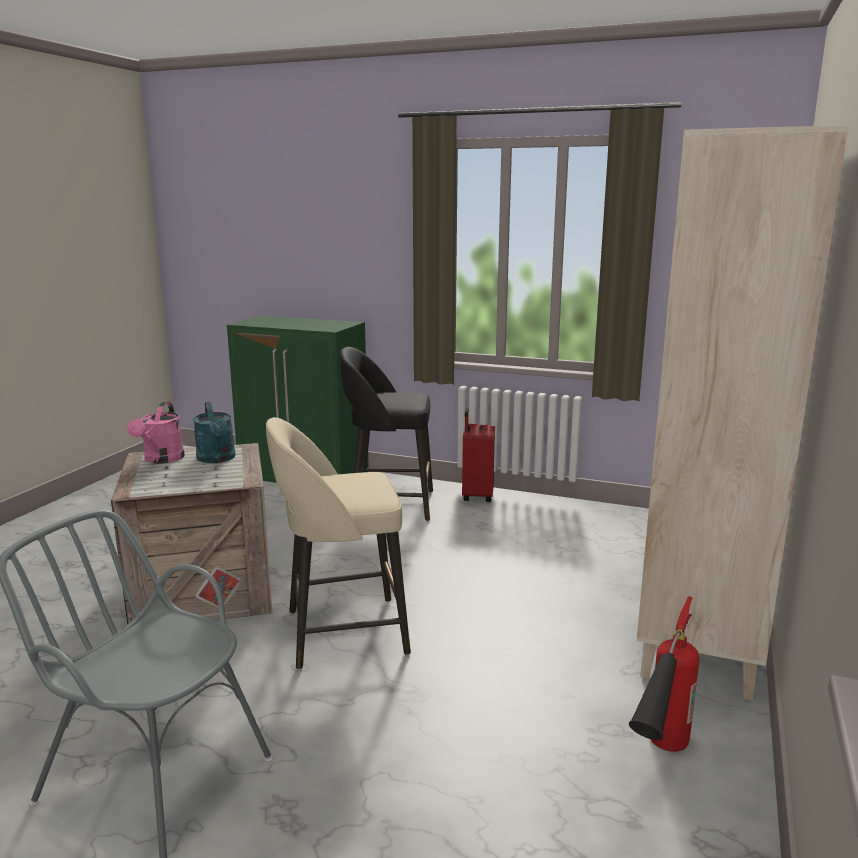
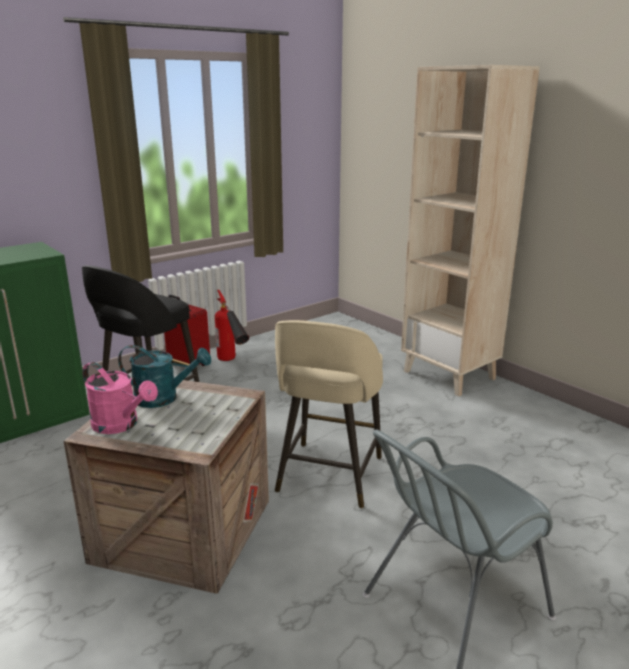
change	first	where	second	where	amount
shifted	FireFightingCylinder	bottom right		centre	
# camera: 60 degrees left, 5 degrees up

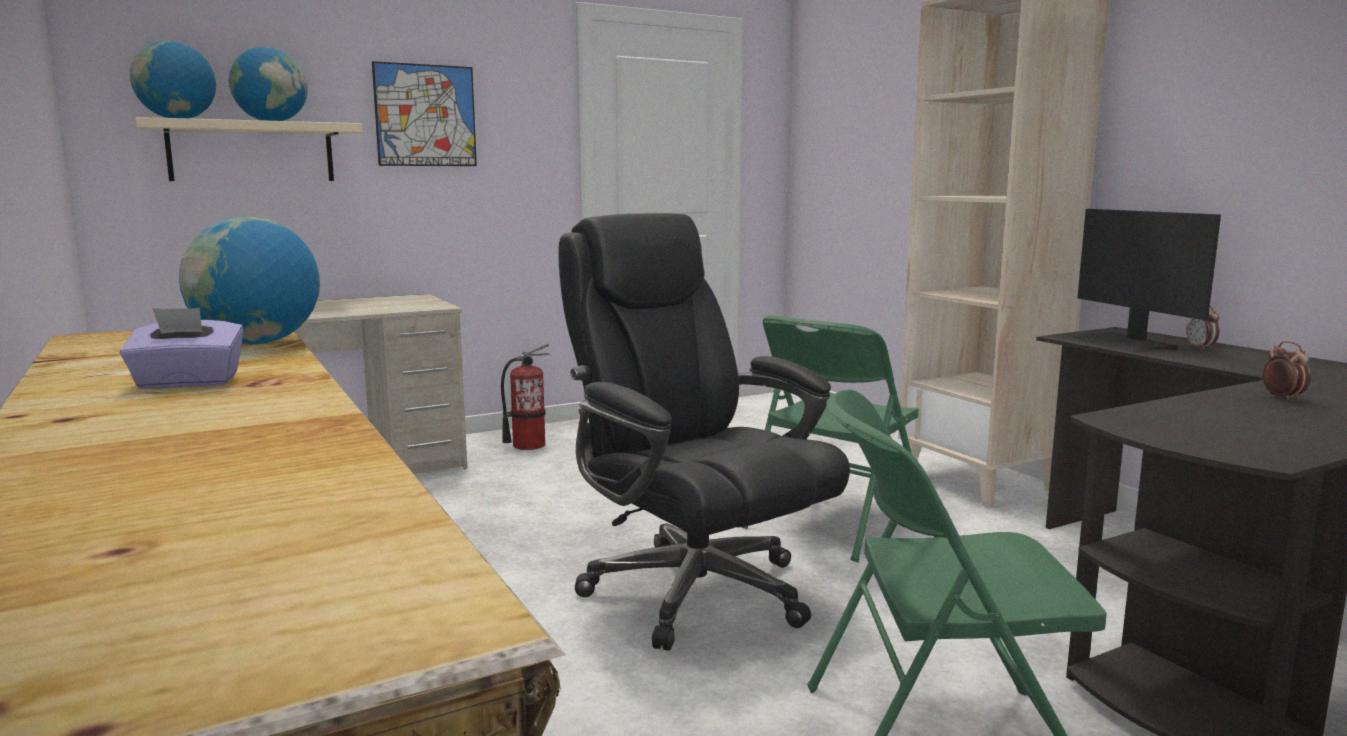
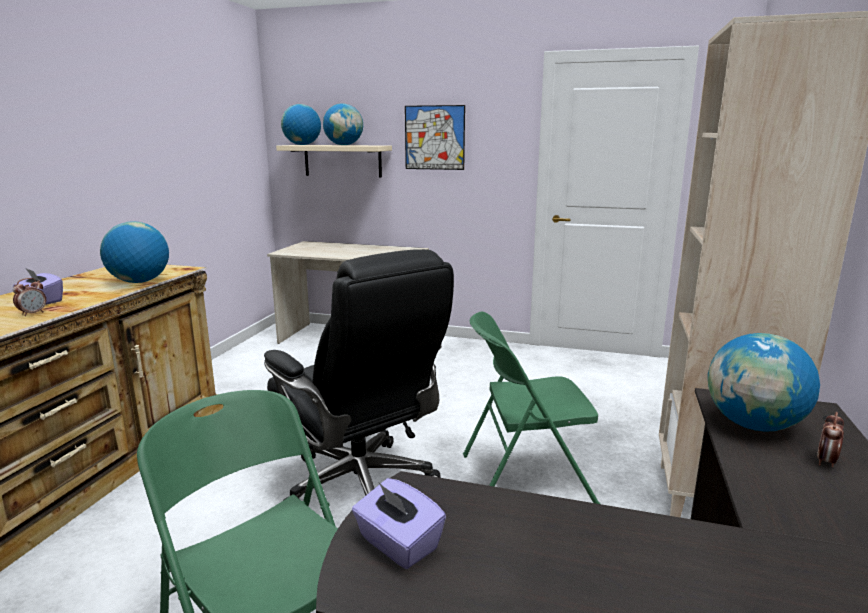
change	first	where	second	where	amount
shifted	BedsideClock (no. 2 from left in the first image)	middle right	BedsideClock (no. 1 from left)	middle left	
rotated	BlackOfficeChair	centre		centre	135 degrees clockwise
new			PurpleColouredTissueHolder (no. 2 from left)	bottom centre	
swapped	ComputerScreen	middle right	Globe (no. 4 from left)	middle right	
gone	FireFightingCylinder	centre			
# camera: 45 degrees right, 5 degrees up

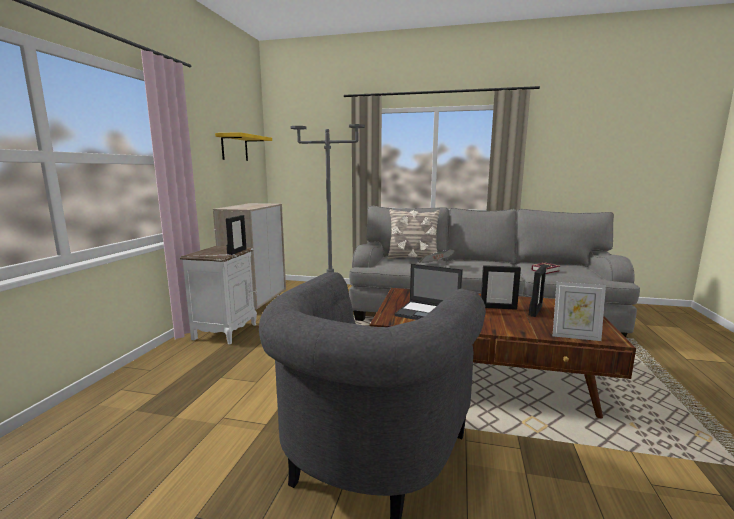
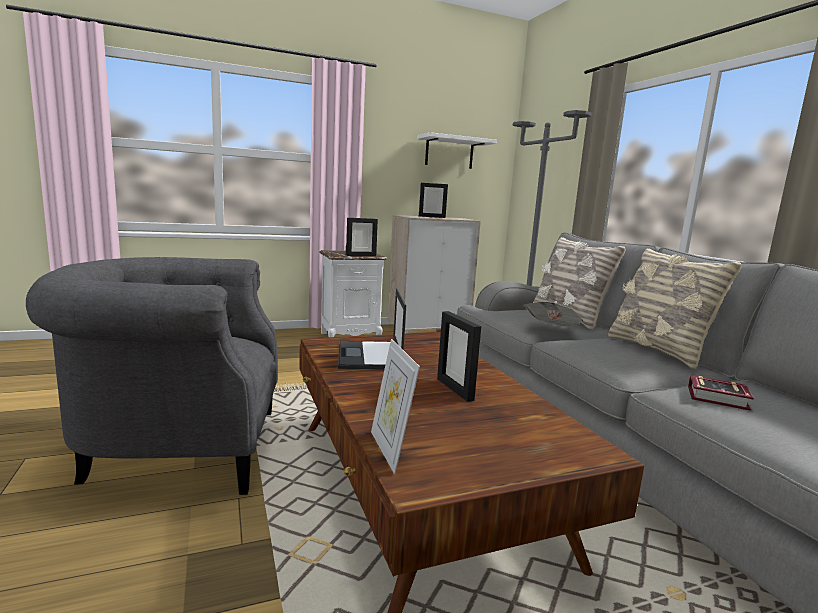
change	first	where	second	where	amount
repainted	YellowWallShelf	top left	WhiteColouredWallShelf	top centre	
shifted	StandingFrame (no. 3 from left)	middle right		top centre	
new			SandColouredCushion (no. 2 from left)	middle right	
# camera: 55 degrees right, 0 degrees up

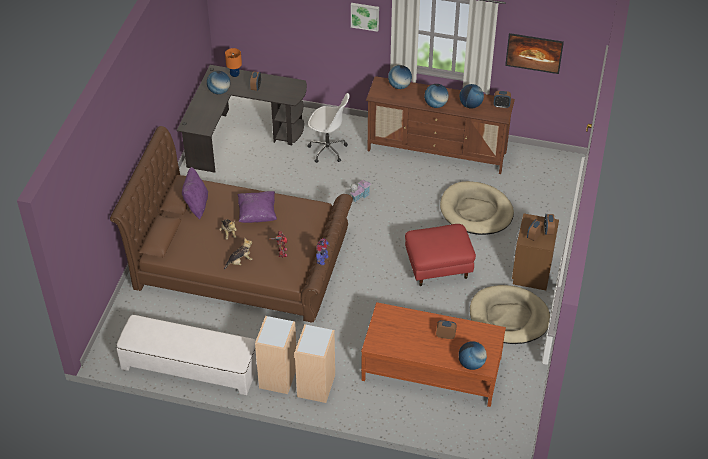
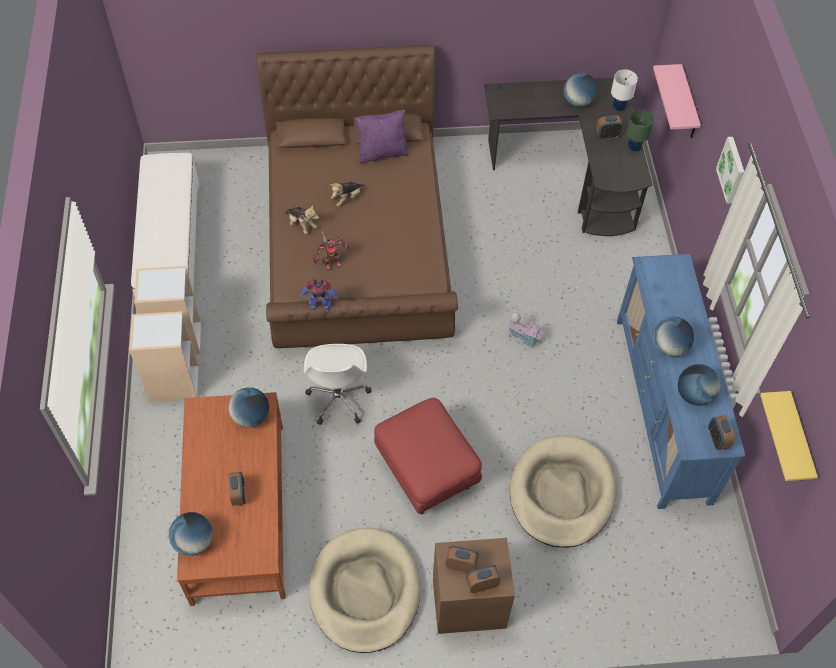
change	first	where	second	where	amount
shifted	Globe (no. 2 from left)	top centre		middle left	
shifted	WhiteColouredOfficeChair	top centre		centre	
repainted	OrangeyTableLamp	top left	WhiteColouredTableLamp	top right	
repainted	BrownDresser	top centre	BlueDresser	middle right	
new			GreenTableLamp	top right	
new			PinkWallShelf	top right	
swapped	WallPicture (no. 2 from left)	top right	YellowWallShelf	middle right	
gone	PurpleColouredCushion (no. 2 from left)	centre			
# camera: 70 degrees right, 10 degrees up

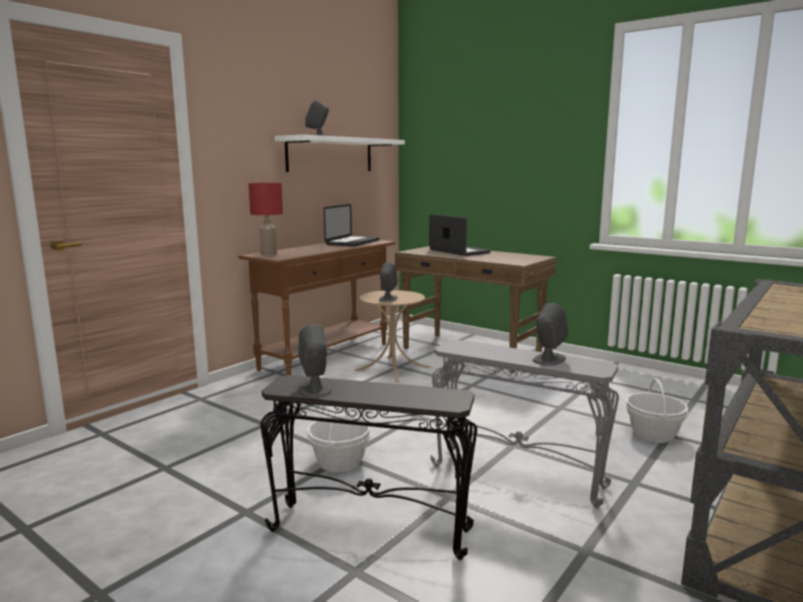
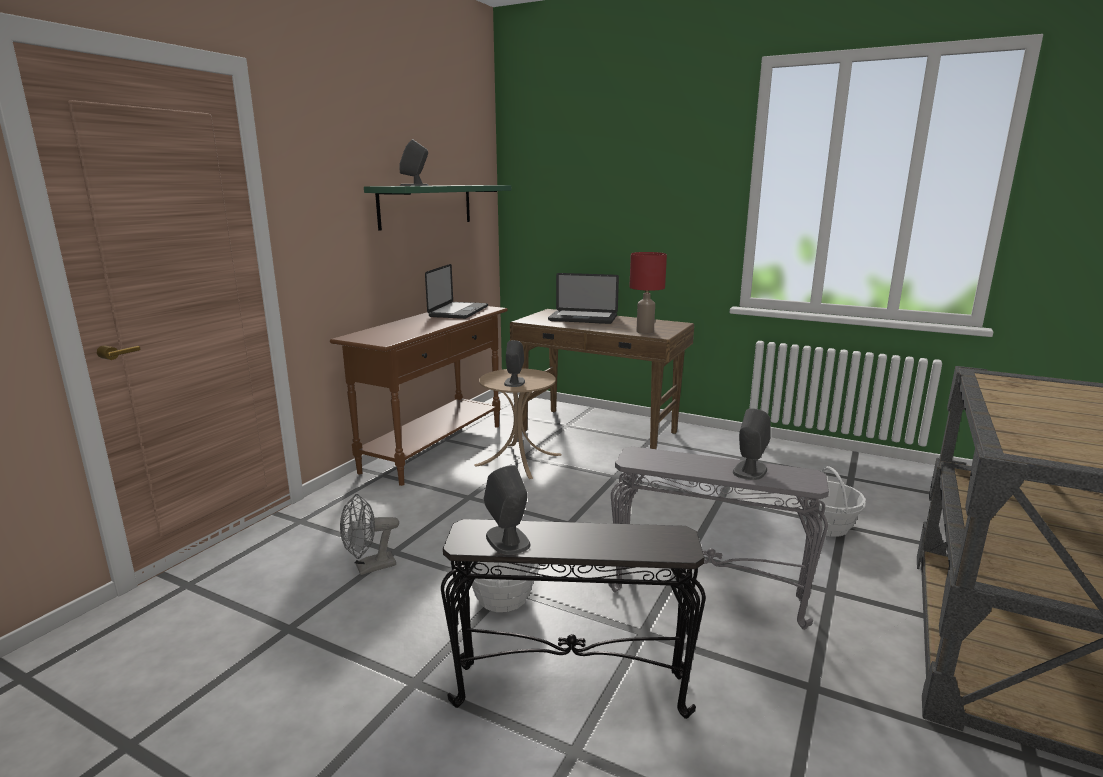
change	first	where	second	where	amount
new			GrayCoolingFan	bottom centre	
repainted	WhiteColouredWallShelf	top centre	GreenWallShelf	top centre	
rotated	NotebookComputer (no. 2 from left)	centre		centre	150 degrees clockwise
shifted	RedColouredTableLamp	middle left		centre	
# camera: 10 degrees left, 5 degrees up

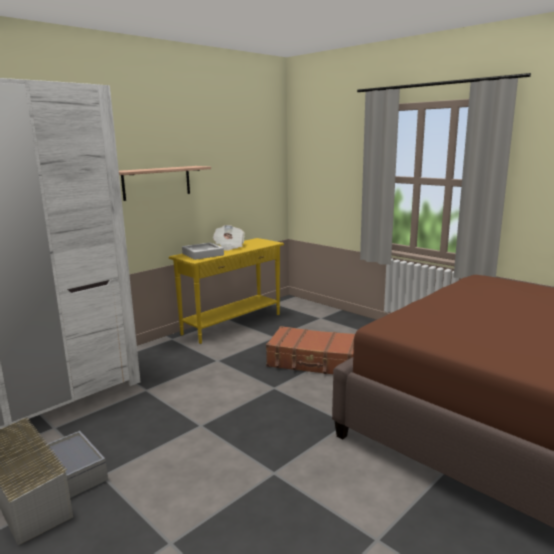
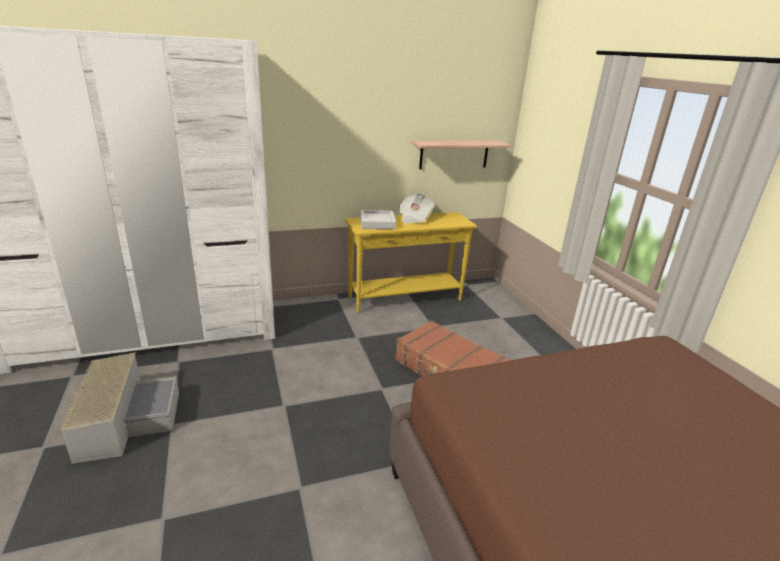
change	first	where	second	where	amount
shifted	WallShelf	top left		top centre	
# camera: 25 degrees right, 10 degrees up

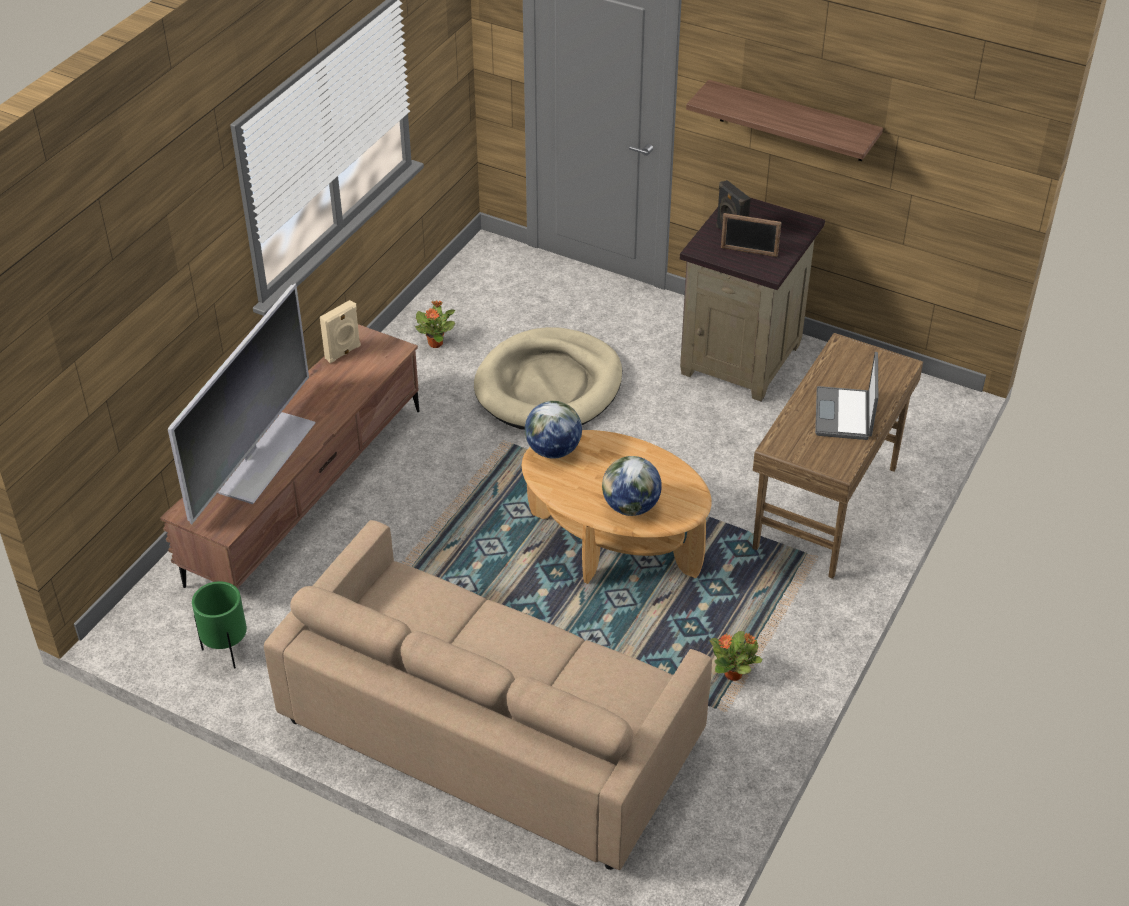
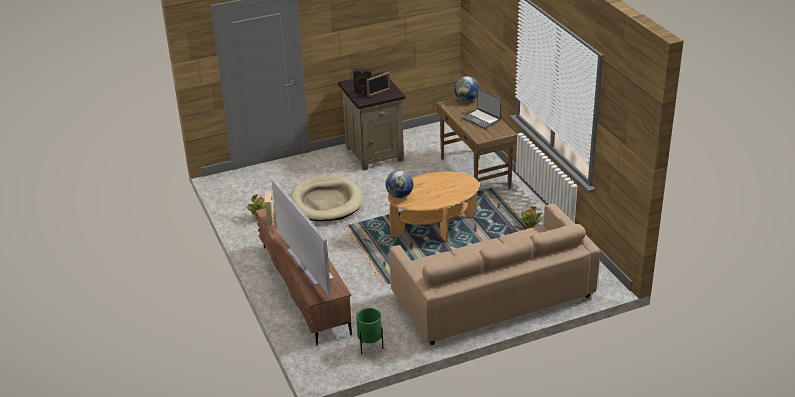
change	first	where	second	where	amount
shifted	Globe (no. 2 from left)	centre		top centre	
gone	WallShelf	top right			
# camera: 50 degrees left, 10 degrees down

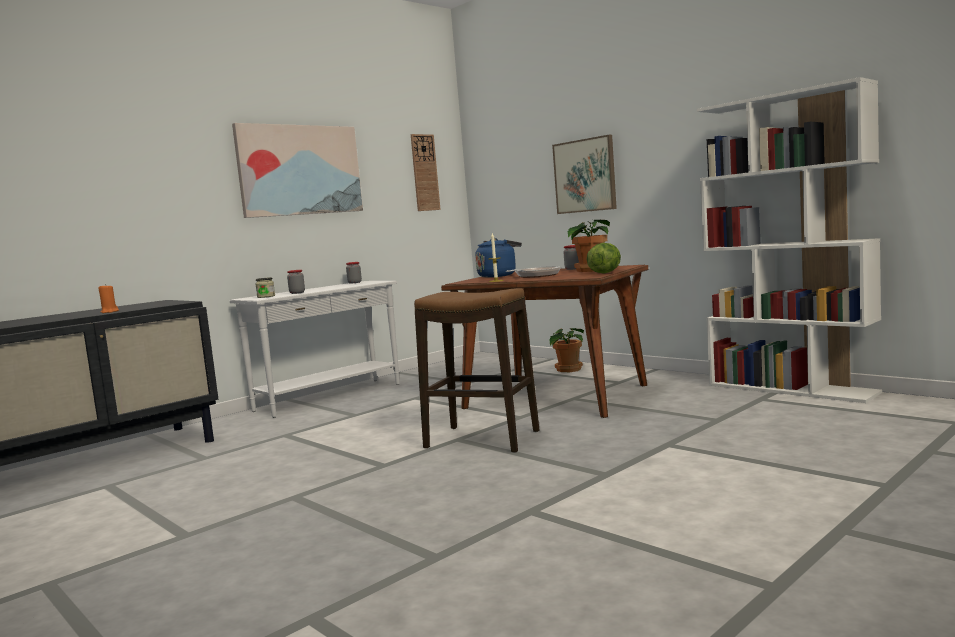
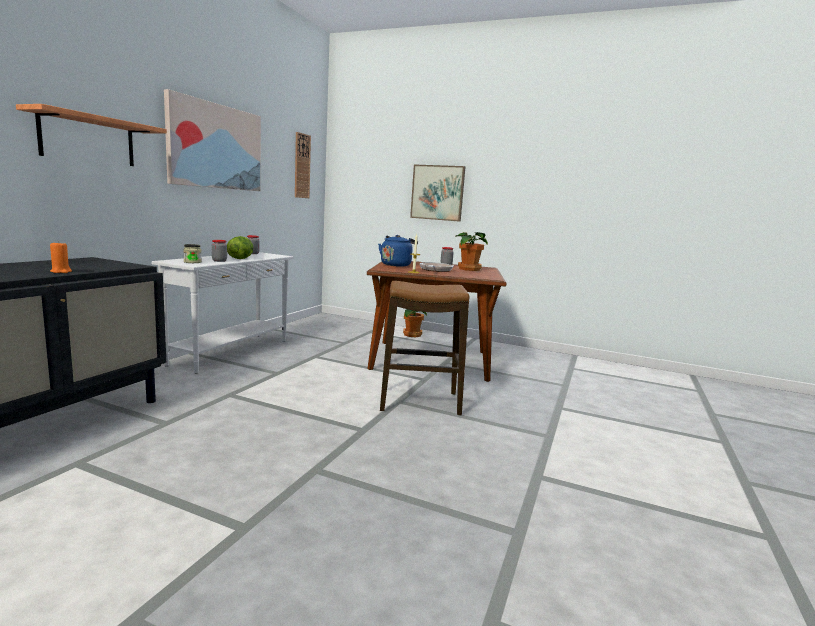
change	first	where	second	where	amount
new			WallShelf	top left	
shifted	HeadOfLettuce	centre		middle left	
gone	WhiteColouredBookshelf	middle right			
# camera: 25 degrees left, 5 degrees up

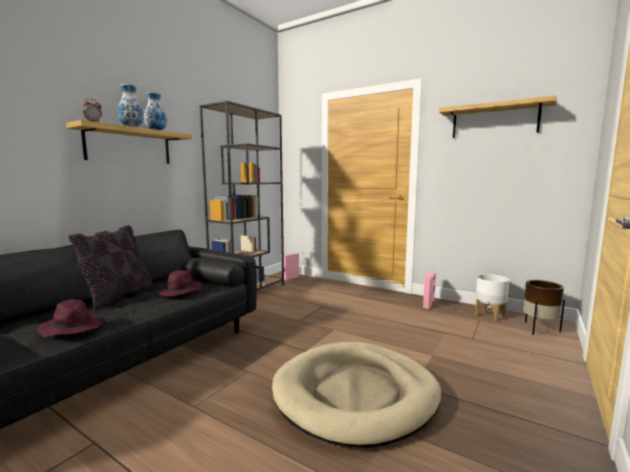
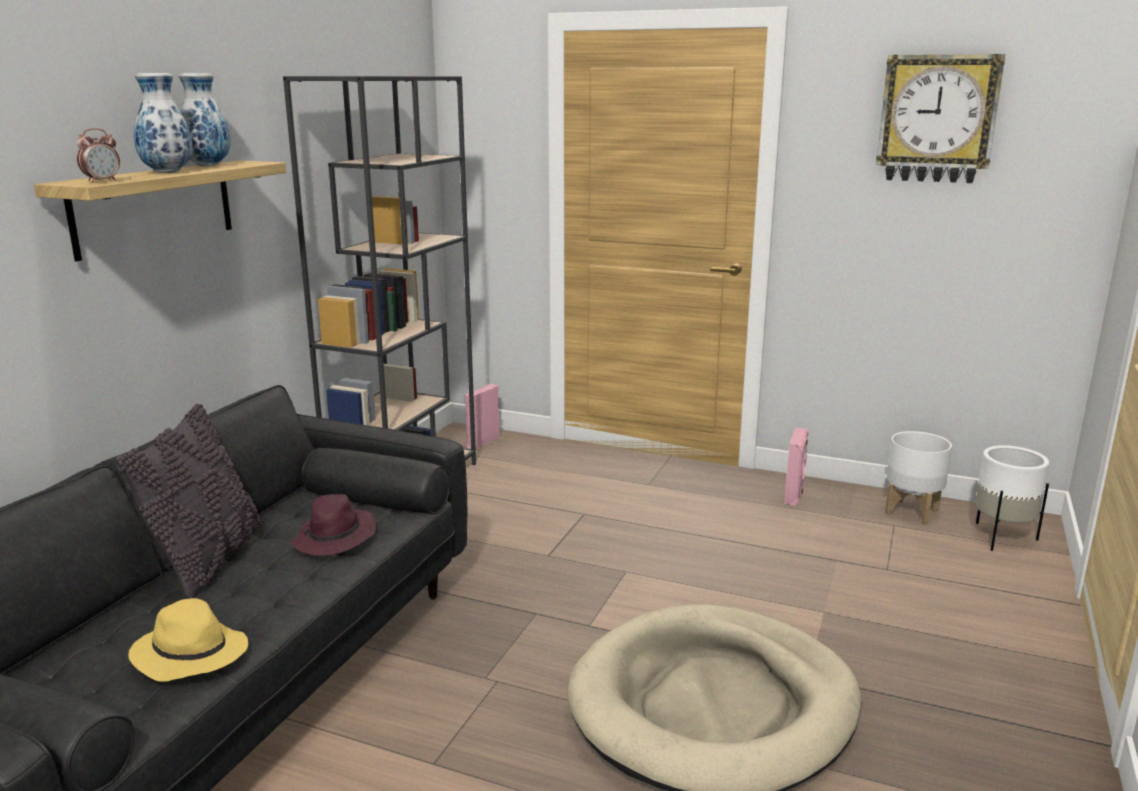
change	first	where	second	where	amount
repainted	PurpleColouredClothingHat (no. 1 from left)	bottom left	YellowClothingHat	bottom left	
swapped	WallShelf (no. 2 from left)	top right	HangingClock	top right	
repainted	BrownPlanter	middle right	WhiteColouredPlanter (no. 2 from left)	middle right	
# camera: 10 degrees left, 10 degrees up

